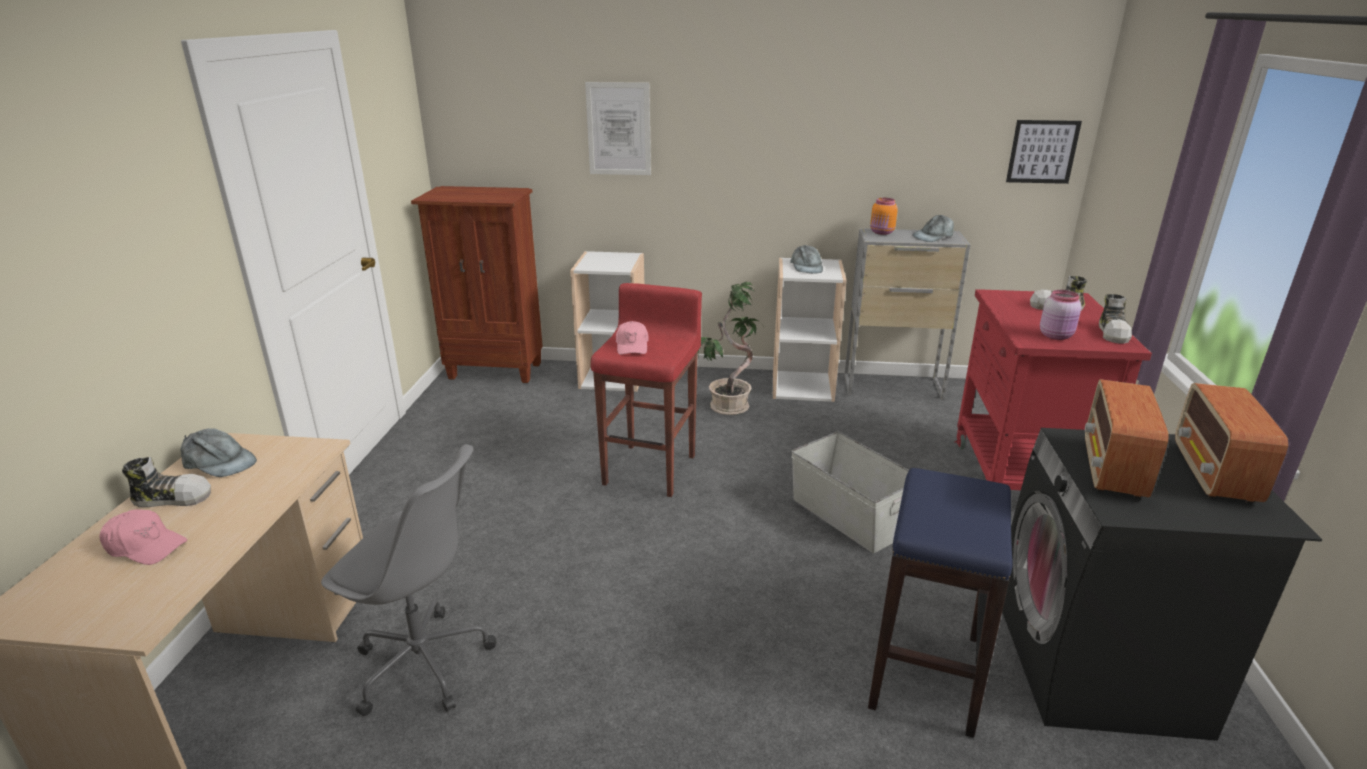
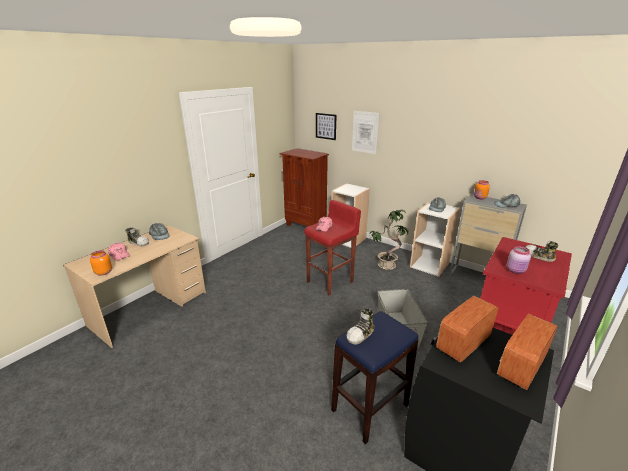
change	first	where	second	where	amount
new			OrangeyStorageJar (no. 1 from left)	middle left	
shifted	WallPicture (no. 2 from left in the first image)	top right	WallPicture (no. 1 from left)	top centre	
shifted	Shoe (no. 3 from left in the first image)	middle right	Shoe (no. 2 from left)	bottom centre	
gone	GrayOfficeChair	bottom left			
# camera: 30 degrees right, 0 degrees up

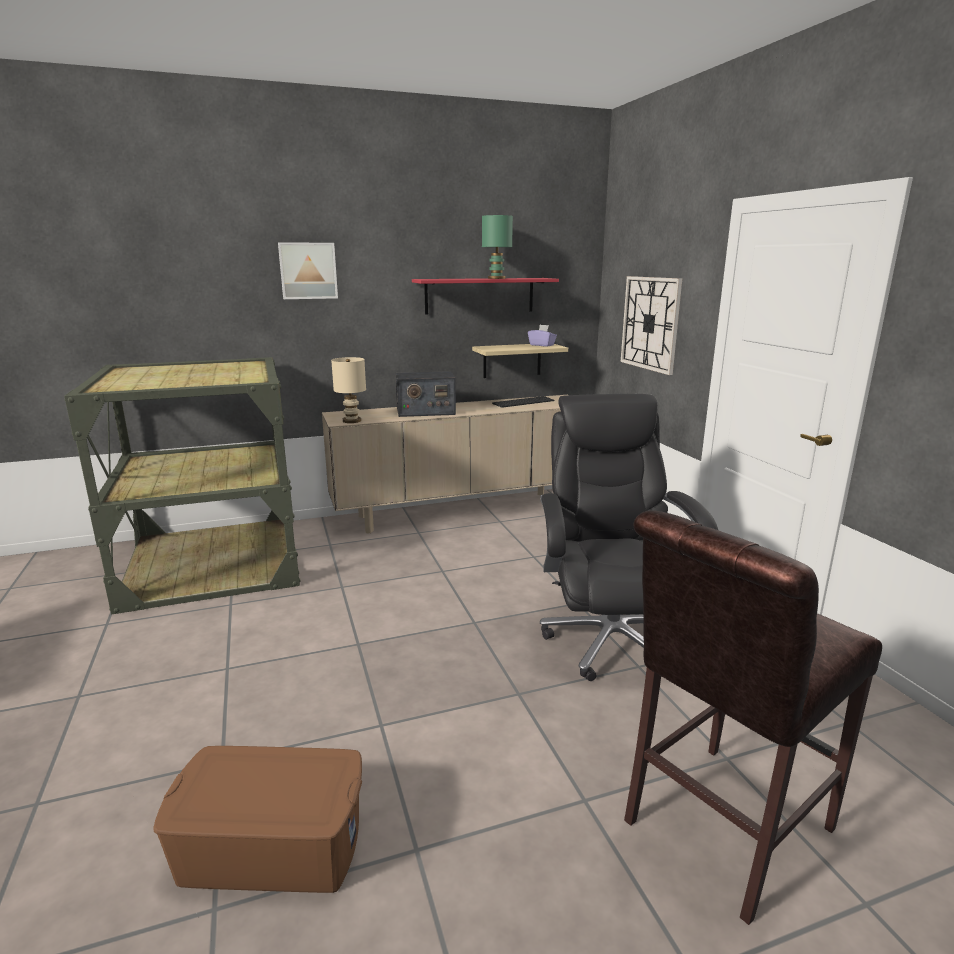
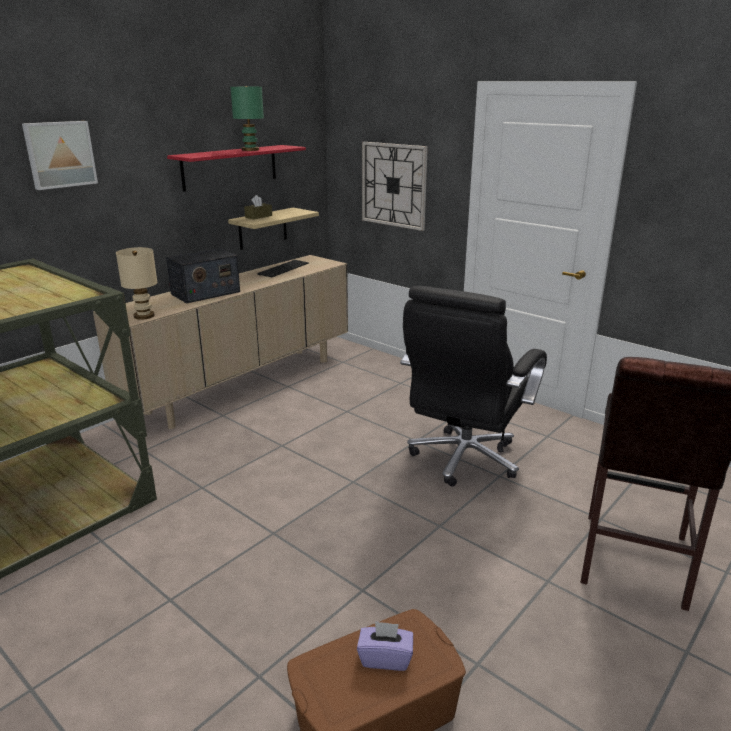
change	first	where	second	where	amount
new			BrownTissueHolder	top centre	
shifted	PurpleColouredTissueHolder	centre		bottom centre	
rotated	BlackOfficeChair	centre		centre	120 degrees counterclockwise
# camera: 30 degrees left, 5 degrees up

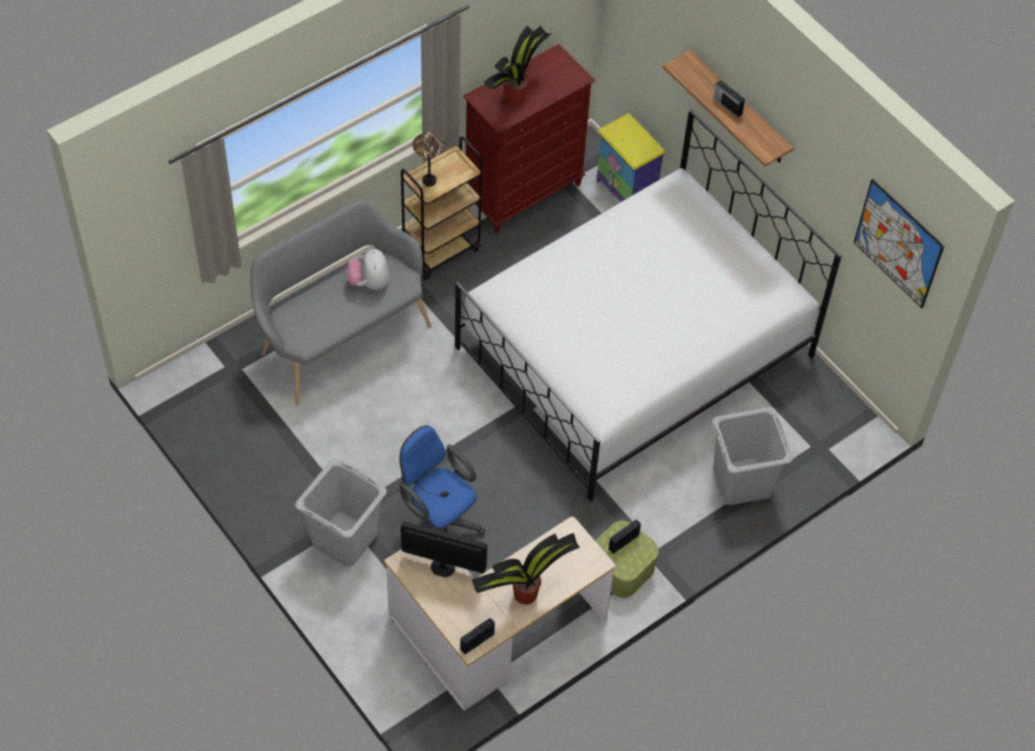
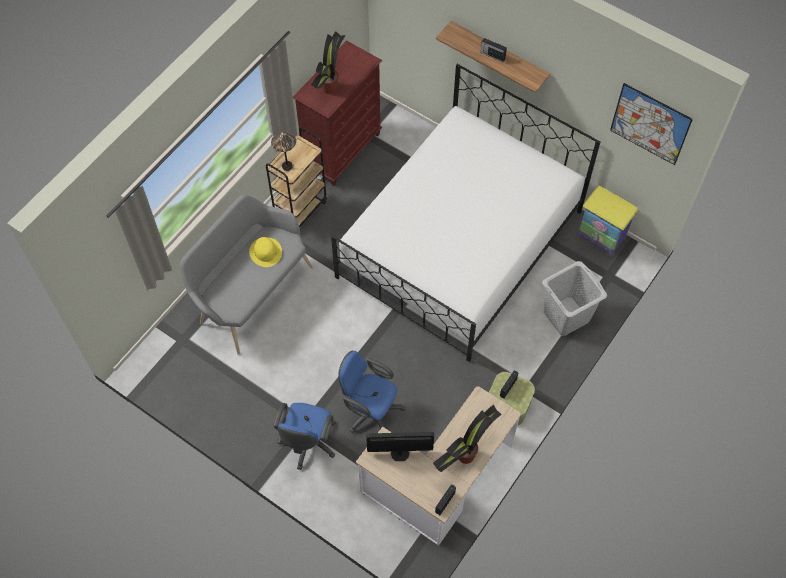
change	first	where	second	where	amount
swapped	CuddlyToy	centre	YellowClothingHat	centre	
swapped	GrayWashingBasket (no. 1 from left)	bottom left	BlueOfficeChair (no. 1 from left)	bottom centre	
shifted	BedsideTable	top centre		middle right	
# camera: 15 degrees left, 5 degrees up

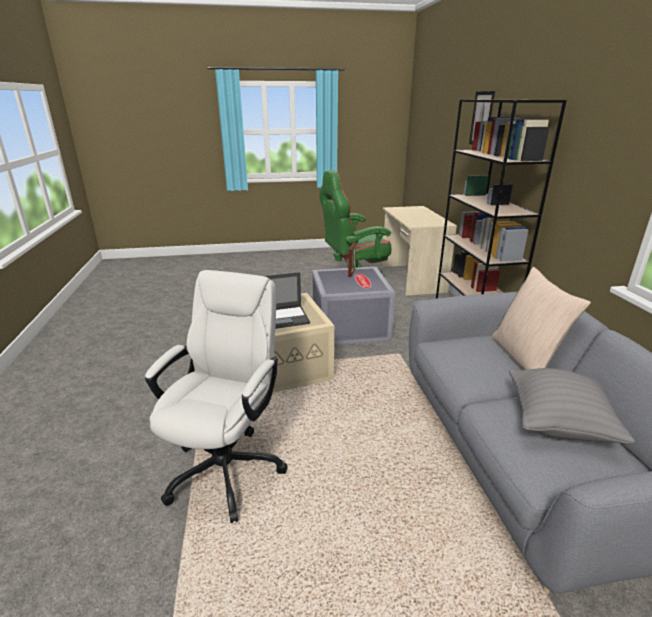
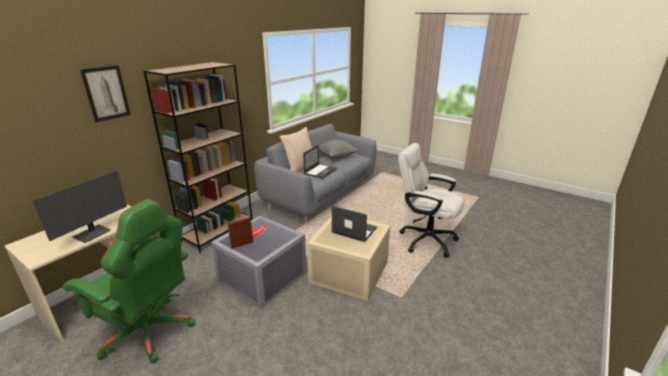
change	first	where	second	where	amount
new			ComputerScreen	middle left	
new			NotebookComputer (no. 1 from left)	centre	
rotated	WhiteColouredOfficeChair	middle left		centre	60 degrees clockwise
# camera: 135 degrees left, 0 degrees up

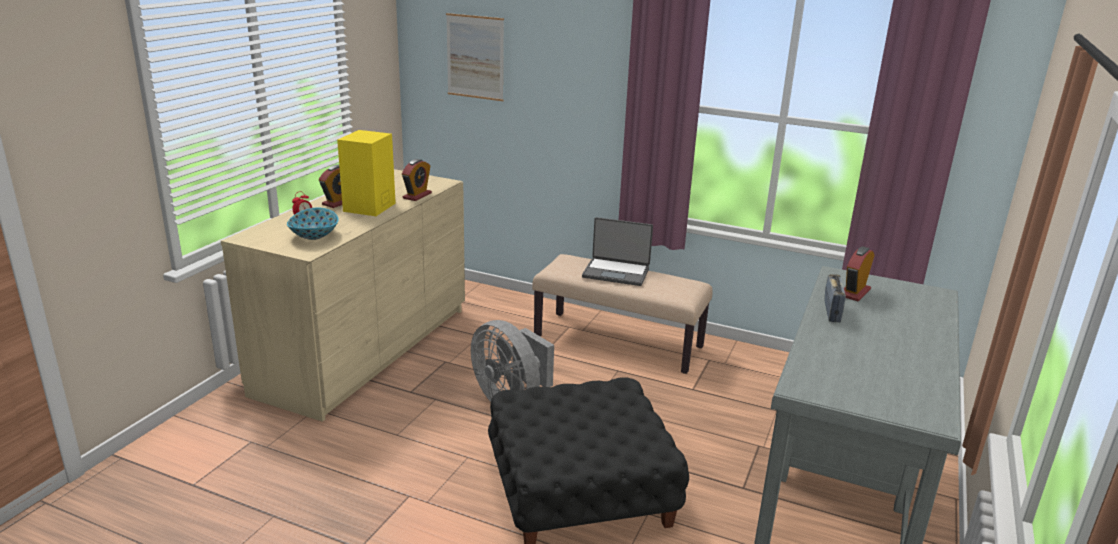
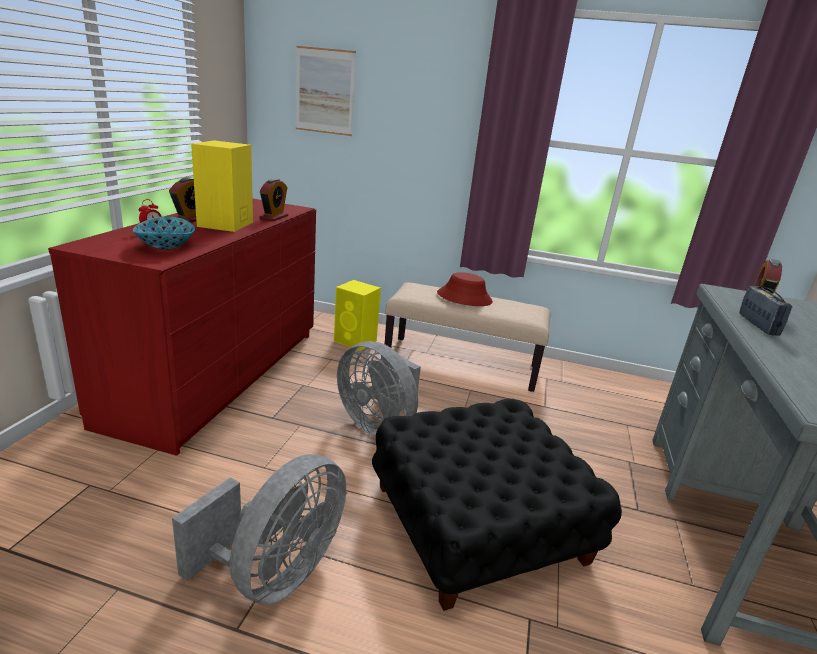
change	first	where	second	where	amount
repainted	SandColouredDresser	middle left	RedColouredDresser	middle left	
new			GrayCoolingFan (no. 1 from left)	bottom left	
new			YellowSpeaker (no. 2 from left)	centre	
swapped	NotebookComputer	centre	RedColouredClothingHat	centre	
# camera: 10 degrees left, 0 degrees up

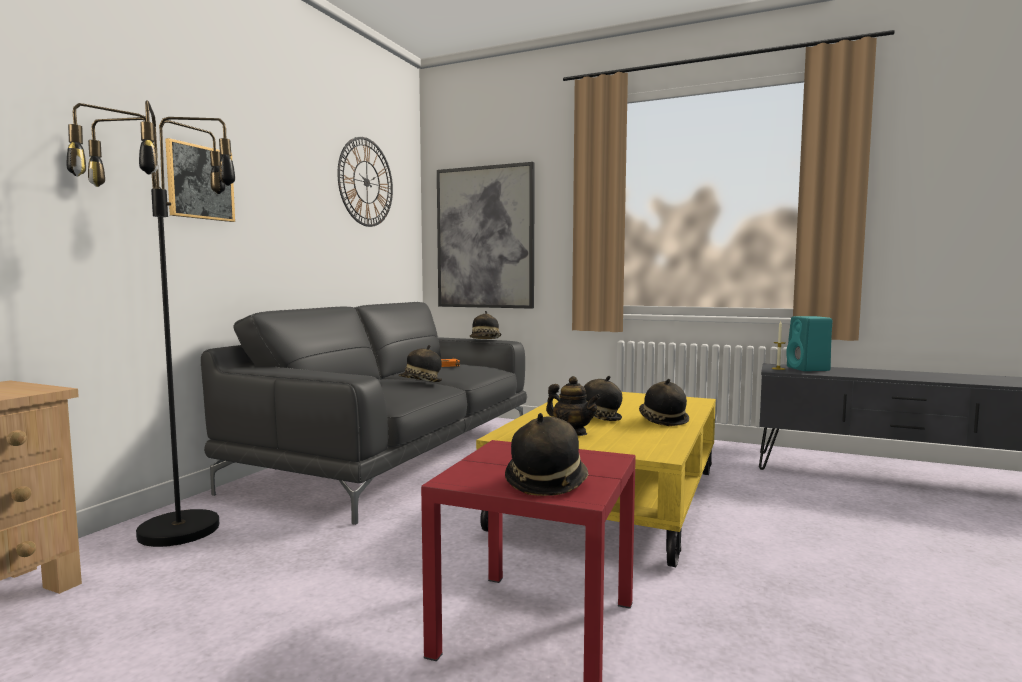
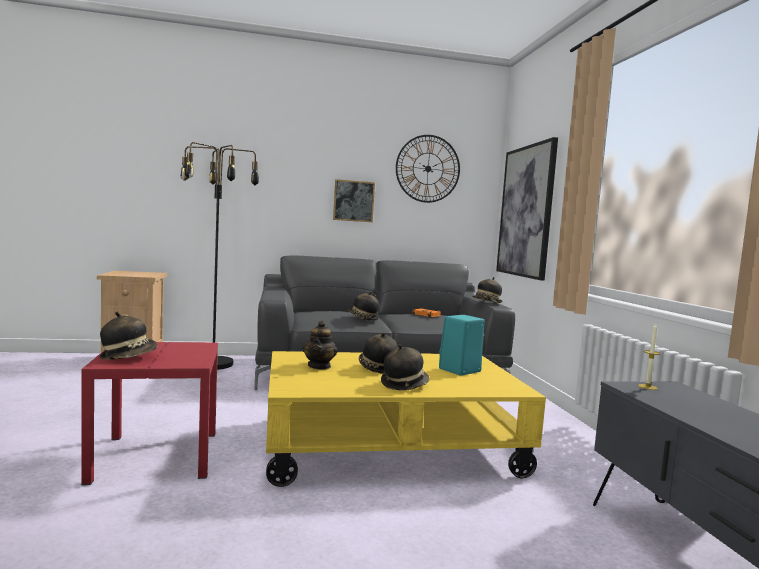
change	first	where	second	where	amount
shifted	WallPicture (no. 1 from left)	top left		centre	
shifted	BlueGreenSpeaker	middle right		centre	
# camera: 55 degrees right, 0 degrees up

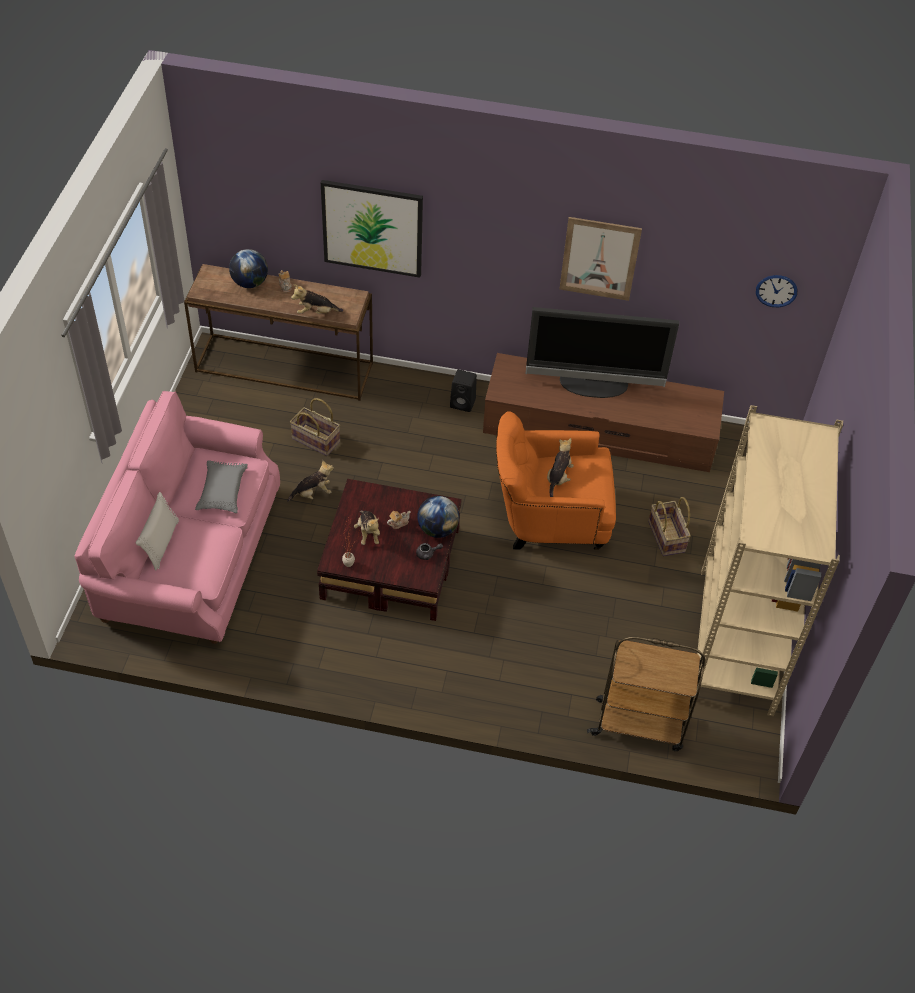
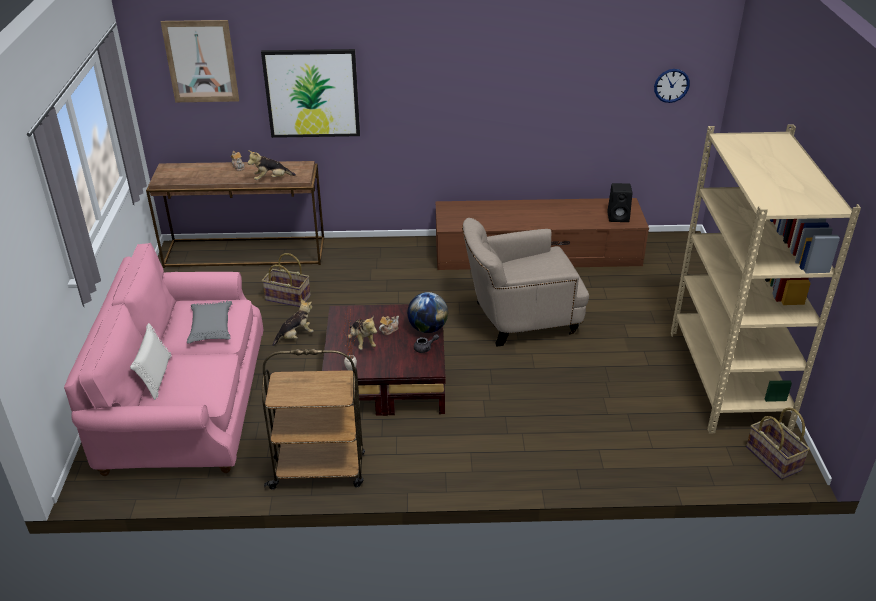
change	first	where	second	where	amount
shifted	WallPicture (no. 2 from left in the first image)	top centre	WallPicture (no. 1 from left)	top left	
shifted	BrownCart	bottom right		bottom centre	
repainted	OrangeyArmchair	centre	SandColouredArmchair	centre	
shifted	BlackSpeaker	centre		middle right	
shifted	Basket (no. 2 from left)	middle right		bottom right	
gone	Globe (no. 1 from left)	top left			
gone	Tv	centre			
gone	CuddlyToy (no. 4 from left)	centre			
# camera: 10 degrees left, 15 degrees down

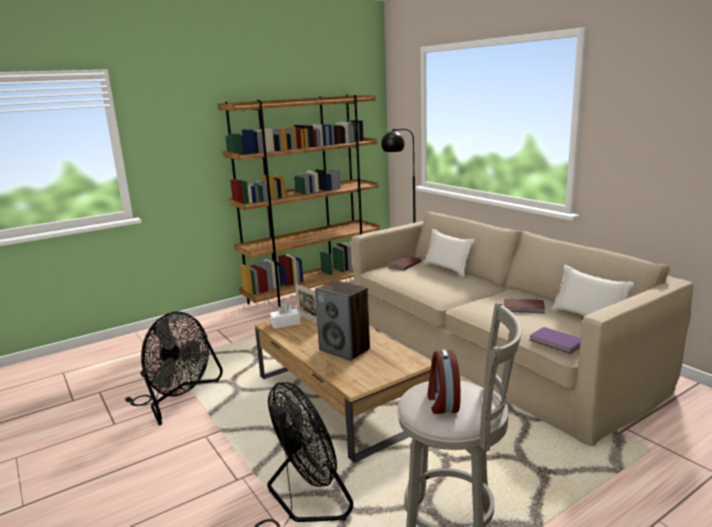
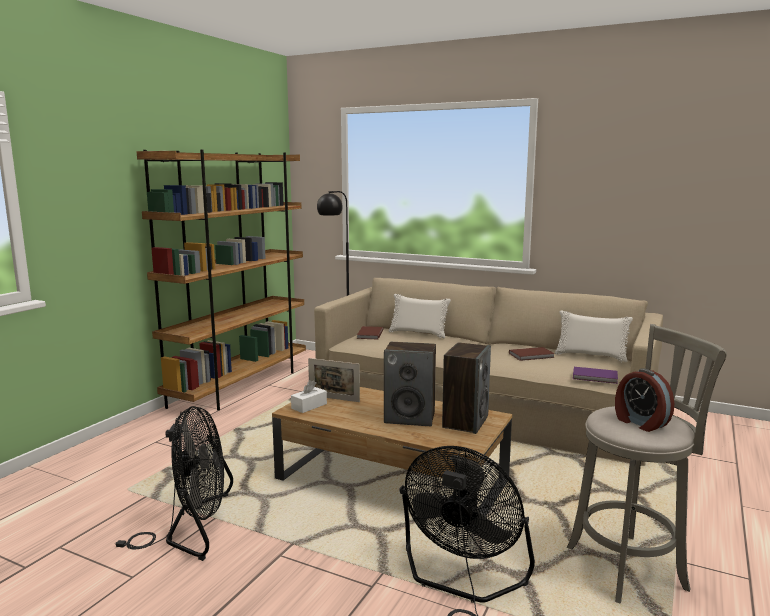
change	first	where	second	where	amount
new			Speaker (no. 2 from left)	centre	
# camera: 30 degrees left, 5 degrees down

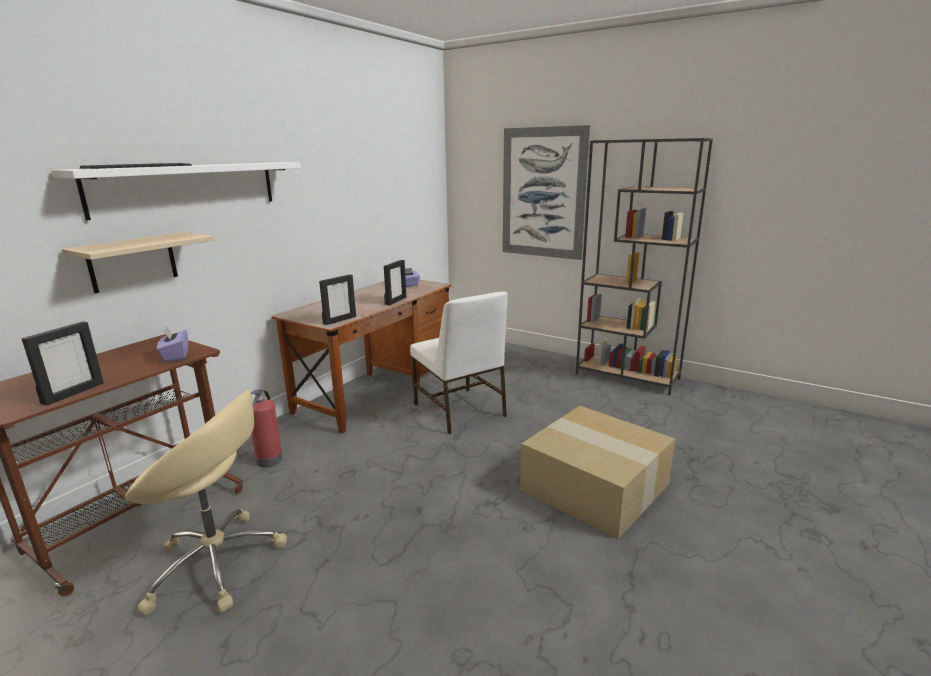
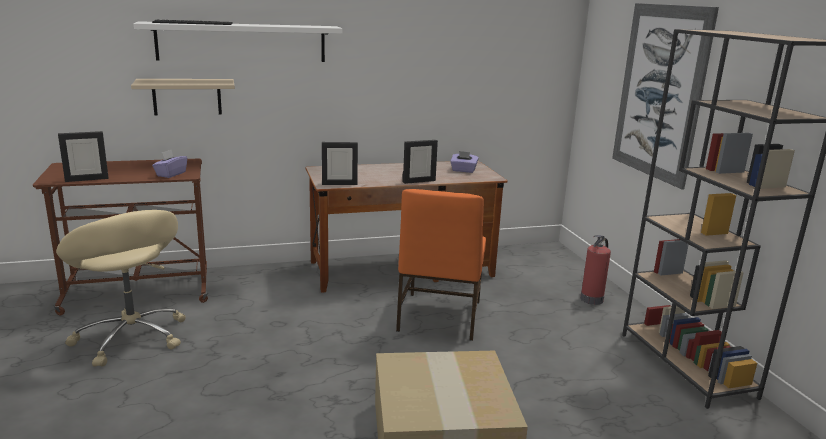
change	first	where	second	where	amount
repainted	WhiteColouredPlainChair	centre	OrangeyPlainChair	centre	
shifted	FireFightingCylinder	middle left		middle right	
# camera: 40 degrees right, 0 degrees up

